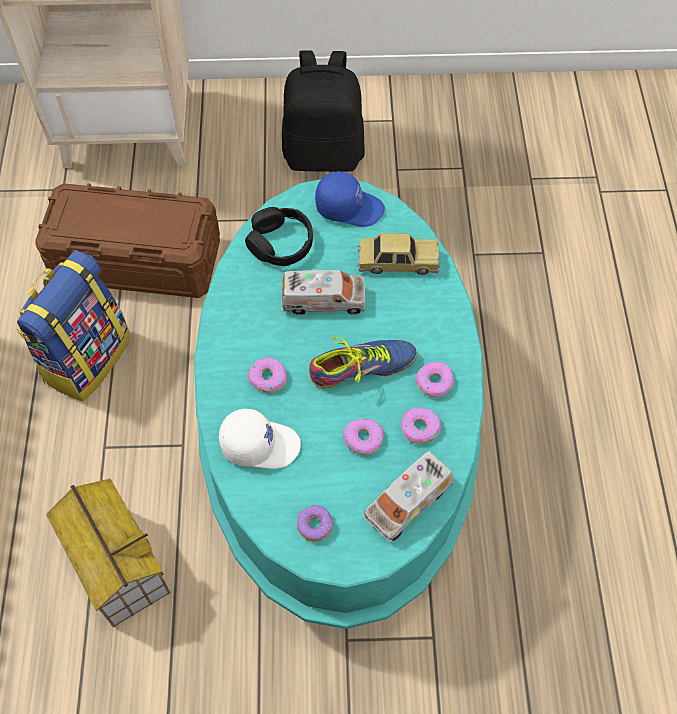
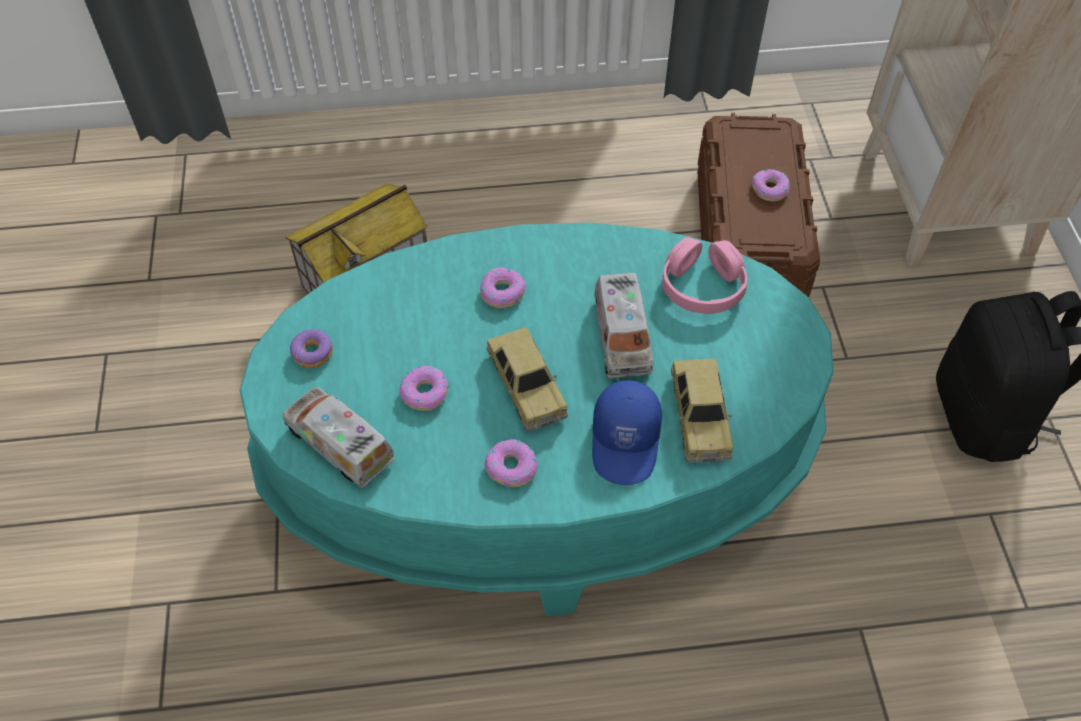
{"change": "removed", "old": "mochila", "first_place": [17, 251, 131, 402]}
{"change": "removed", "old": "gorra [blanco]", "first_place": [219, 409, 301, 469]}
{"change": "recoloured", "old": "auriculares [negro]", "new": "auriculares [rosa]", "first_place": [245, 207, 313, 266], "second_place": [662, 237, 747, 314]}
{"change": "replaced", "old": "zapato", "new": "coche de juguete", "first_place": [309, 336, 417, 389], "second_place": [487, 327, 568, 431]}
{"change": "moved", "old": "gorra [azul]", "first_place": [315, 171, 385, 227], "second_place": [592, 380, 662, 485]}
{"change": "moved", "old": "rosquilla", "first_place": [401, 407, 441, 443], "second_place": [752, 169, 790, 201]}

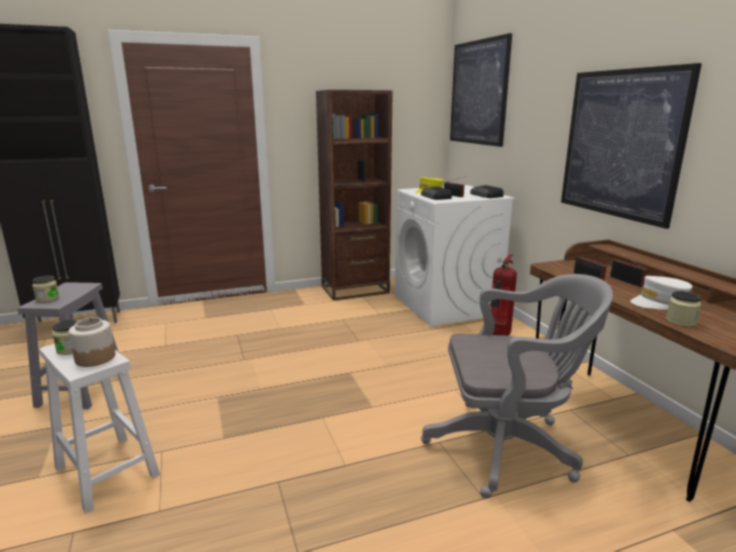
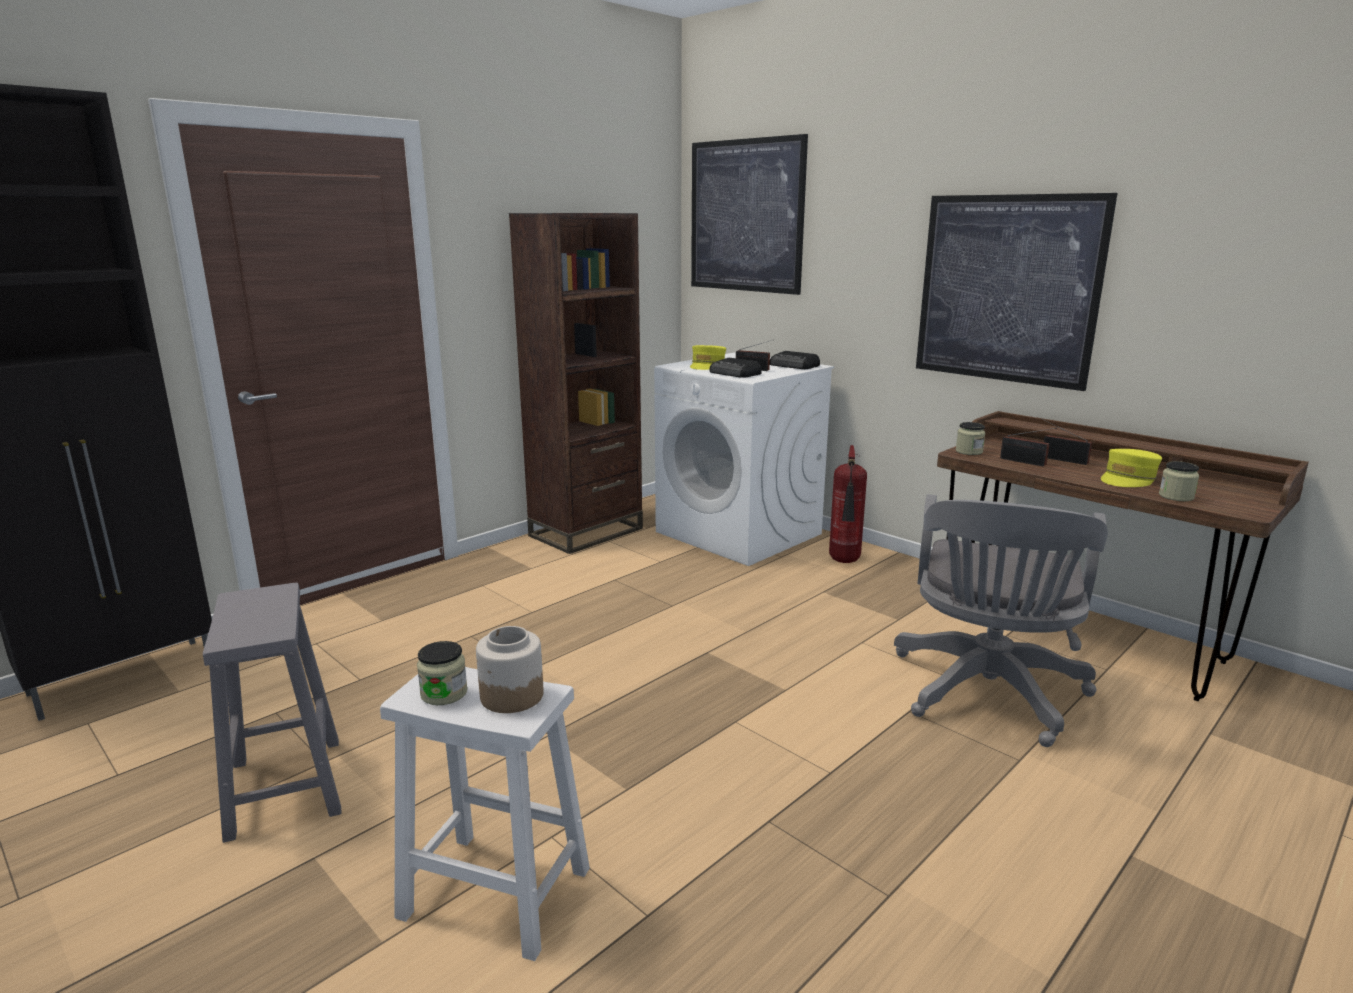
{"change": "moved", "old": "tarro", "first_place": [32, 276, 59, 302], "second_place": [956, 422, 985, 455]}
{"change": "turned", "old": "silla de oficina [gris]", "first_place": [421, 274, 613, 498], "second_place": [894, 494, 1108, 747], "degrees": 135}
{"change": "recoloured", "old": "gorra [blanco]", "new": "gorra [amarillo]", "first_place": [630, 276, 692, 310], "second_place": [1101, 449, 1162, 487]}

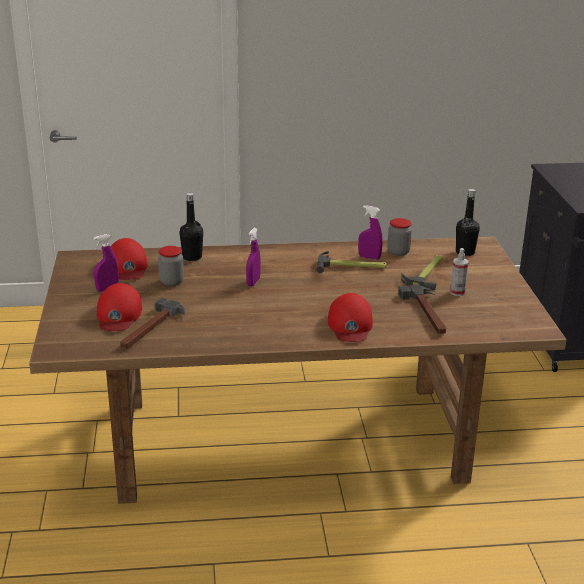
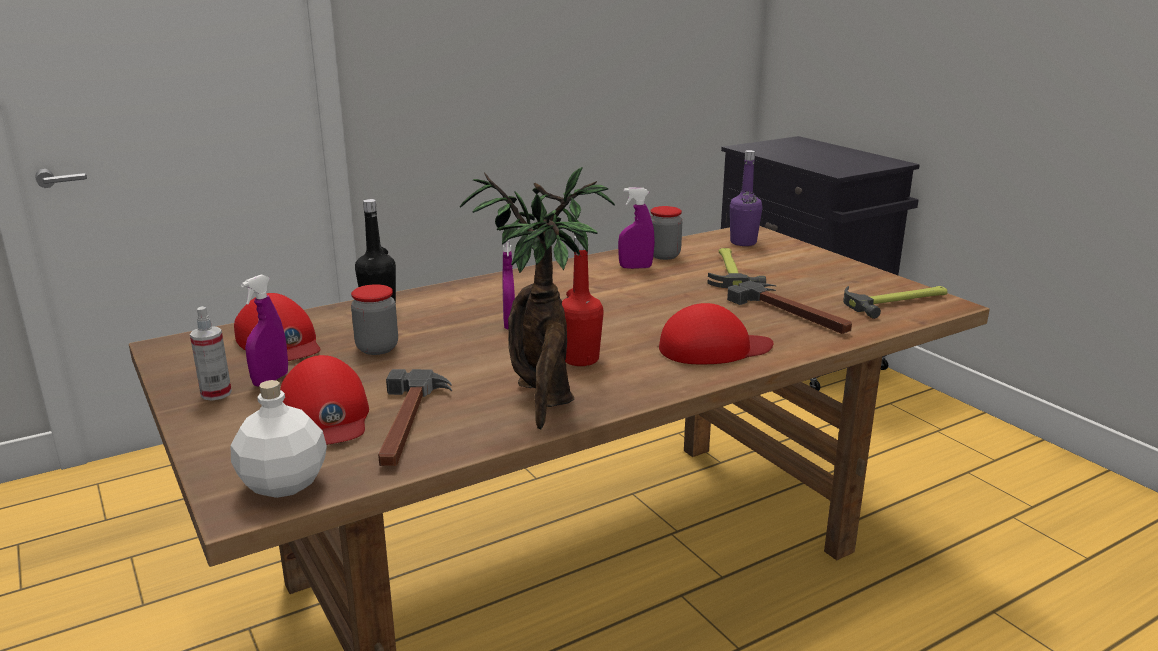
{"change": "moved", "old": "martillo", "first_place": [316, 251, 387, 273], "second_place": [843, 286, 948, 319]}
{"change": "turned", "old": "gorra [rojo]", "first_place": [328, 293, 373, 342], "second_place": [659, 303, 773, 364], "degrees": -75}
{"change": "moved", "old": "pulverizador", "first_place": [450, 248, 469, 296], "second_place": [190, 306, 232, 401]}
{"change": "recoloured", "old": "botella [negro]", "new": "botella [morado]", "first_place": [456, 189, 480, 256], "second_place": [730, 150, 762, 246]}
{"change": "added", "new": "botella [blanco]", "second_place": [230, 380, 327, 498]}
{"change": "added", "new": "planta en maceta", "second_place": [460, 167, 615, 429]}
{"change": "added", "new": "botella [rojo]", "second_place": [562, 236, 604, 366]}

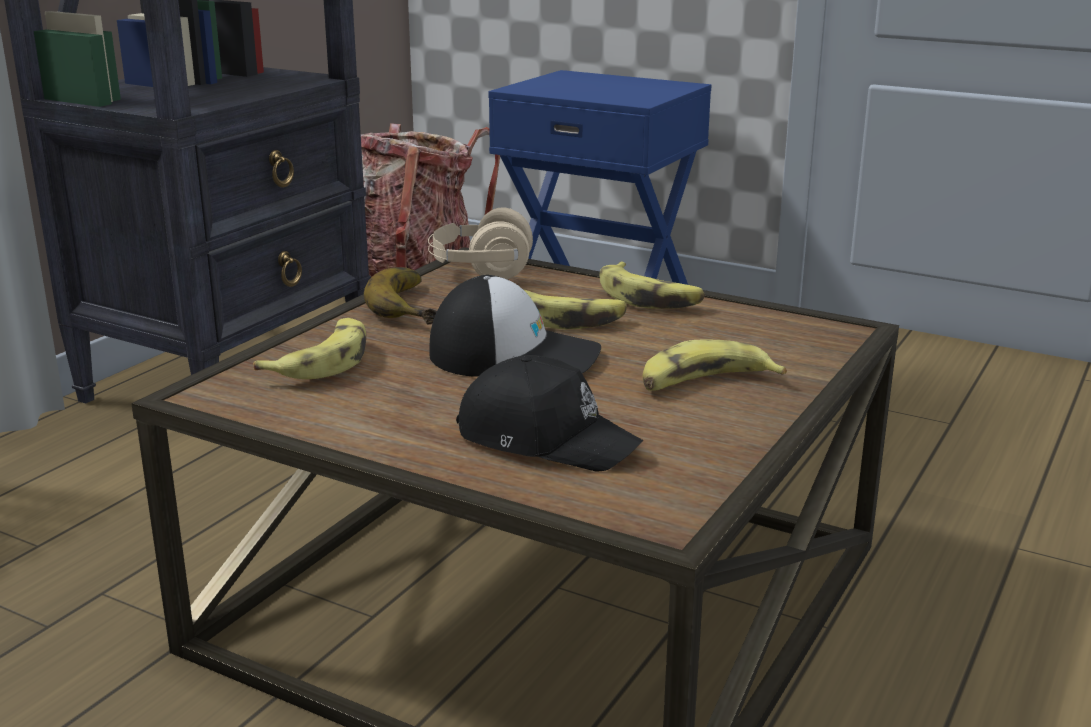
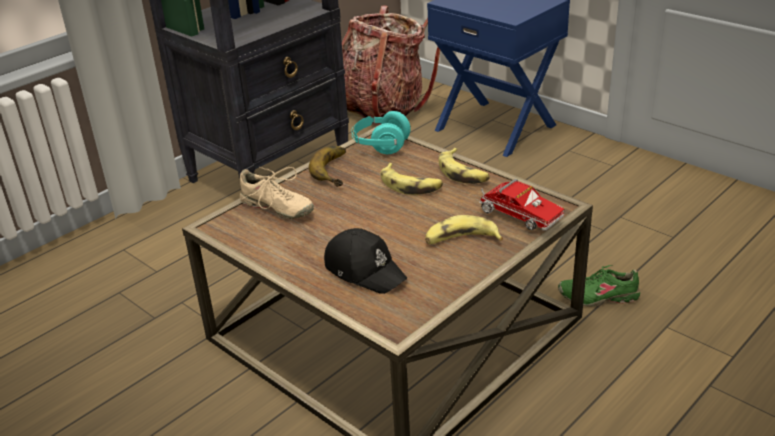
{"change": "replaced", "old": "plátano", "new": "zapato [beis]", "first_place": [253, 318, 366, 379], "second_place": [240, 167, 314, 219]}
{"change": "recoloured", "old": "auriculares [beis]", "new": "auriculares [turquesa]", "first_place": [428, 208, 533, 280], "second_place": [351, 111, 411, 154]}
{"change": "removed", "old": "gorra", "first_place": [430, 275, 601, 377]}
{"change": "added", "new": "camión de juguete", "second_place": [479, 179, 565, 231]}
{"change": "added", "new": "zapato [verde]", "second_place": [558, 265, 640, 307]}

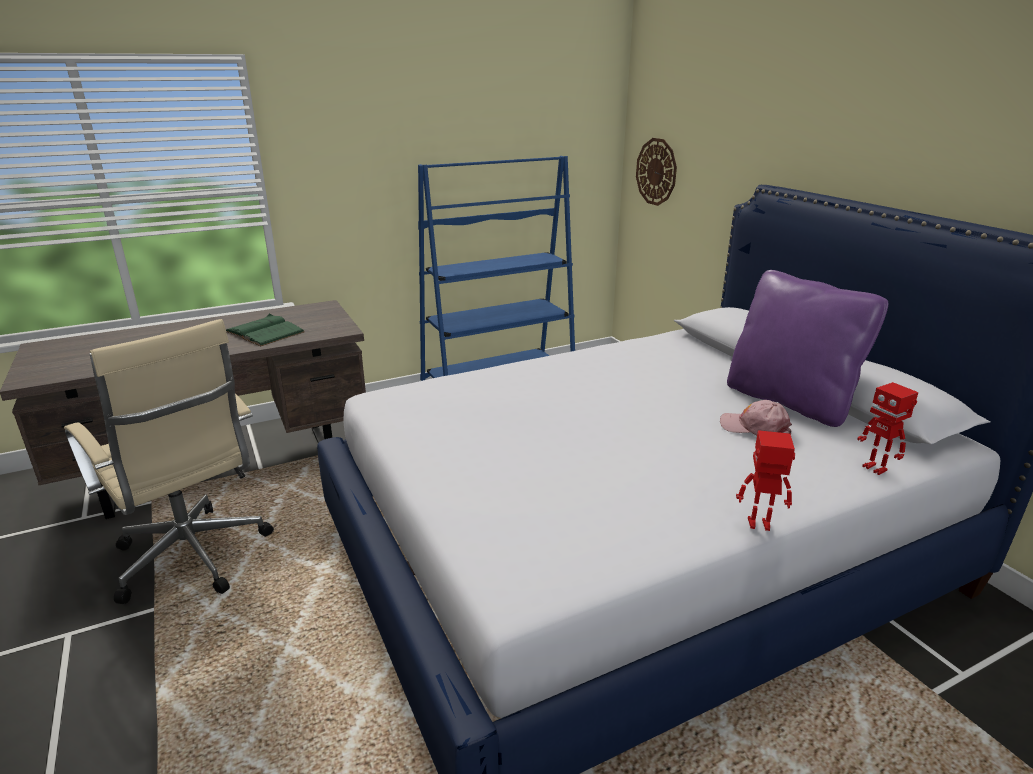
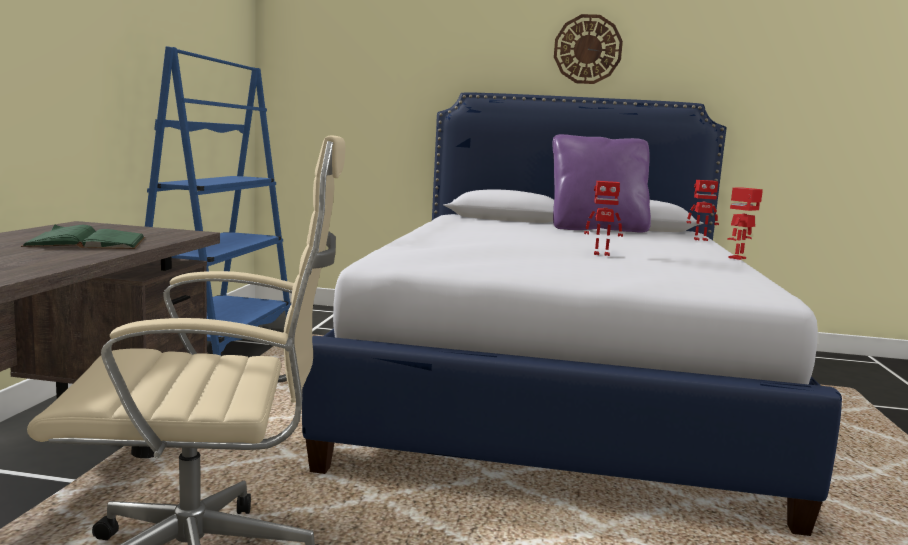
{"change": "moved", "old": "reloj de pared", "first_place": [636, 138, 677, 206], "second_place": [554, 14, 623, 84]}
{"change": "removed", "old": "gorra [rosa]", "first_place": [720, 400, 792, 436]}
{"change": "added", "new": "robot de juguete", "second_place": [584, 181, 623, 256]}

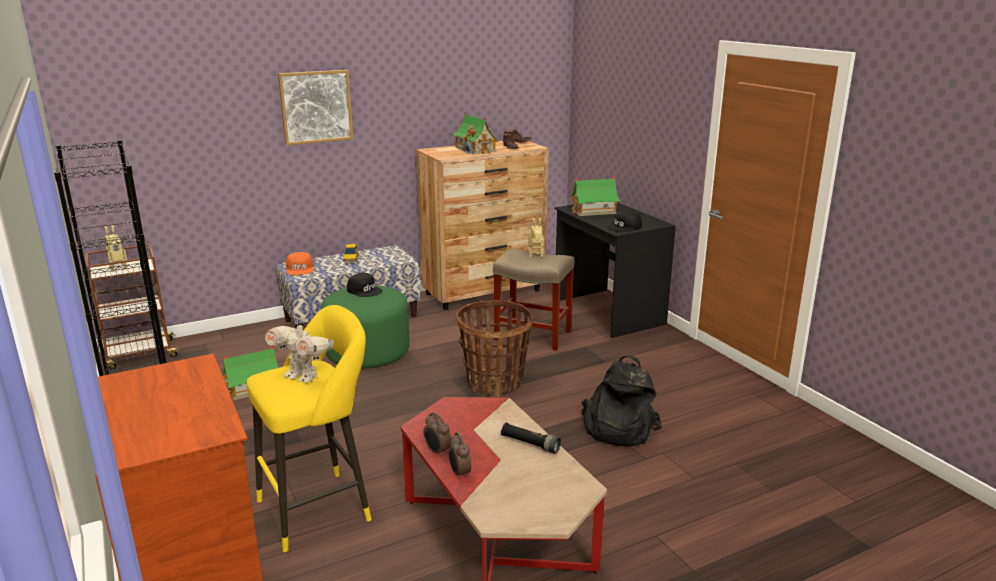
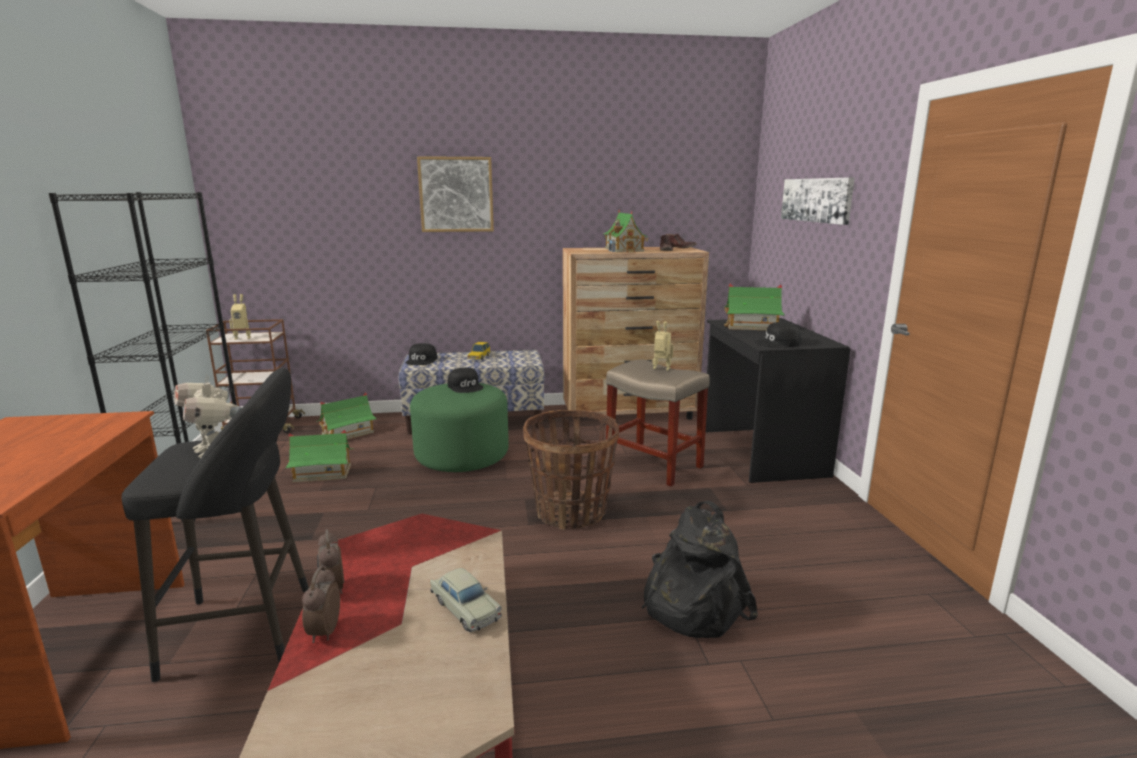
{"change": "recoloured", "old": "taburete [amarillo]", "new": "taburete [negro]", "first_place": [247, 305, 372, 552], "second_place": [122, 368, 309, 682]}
{"change": "recoloured", "old": "gorra [naranja]", "new": "gorra [negro]", "first_place": [286, 252, 314, 275], "second_place": [406, 343, 437, 365]}
{"change": "replaced", "old": "linterna [negro]", "new": "coche de juguete [beis]", "first_place": [501, 423, 561, 453], "second_place": [430, 568, 502, 632]}
{"change": "added", "new": "casita", "second_place": [316, 392, 377, 439]}
{"change": "added", "new": "cuadro", "second_place": [781, 177, 855, 225]}

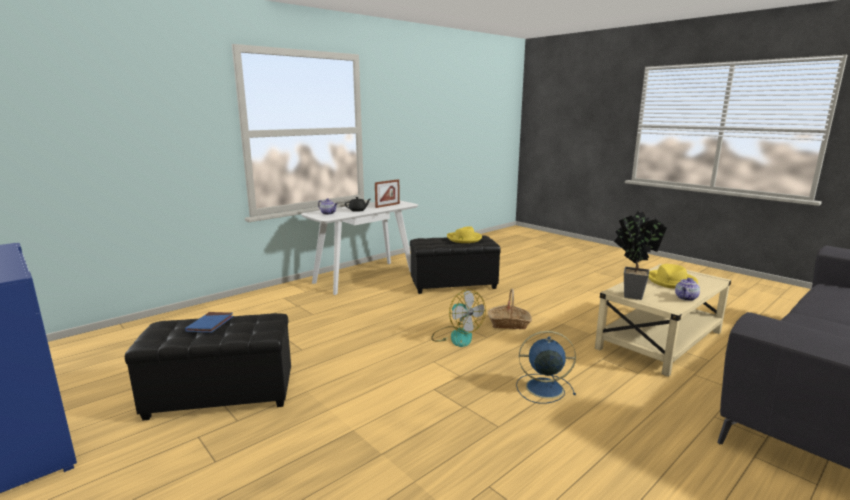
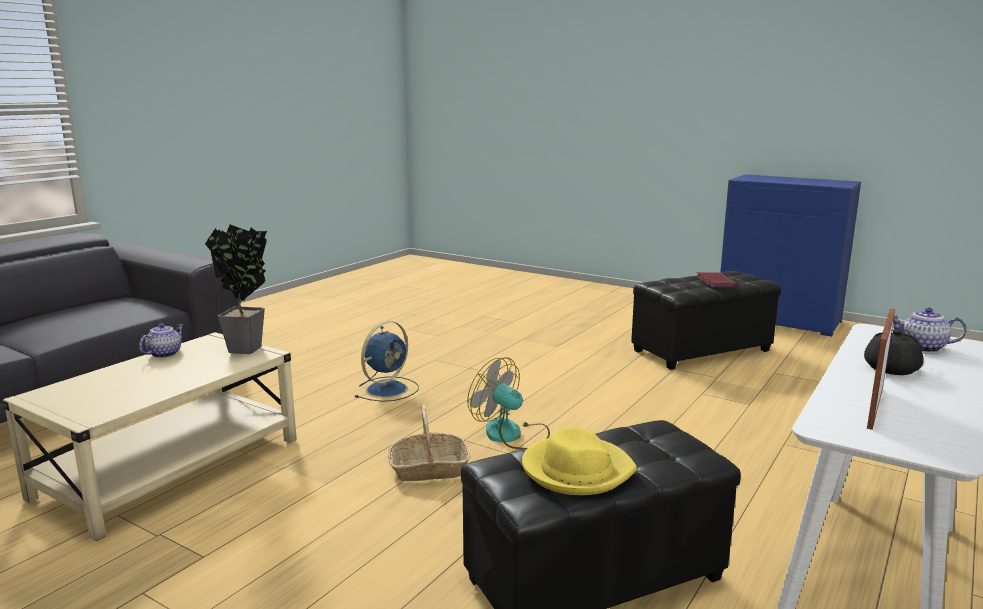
{"change": "recoloured", "old": "libro [azul]", "new": "libro [rojo]", "first_place": [185, 312, 233, 333], "second_place": [696, 272, 738, 287]}
{"change": "turned", "old": "ventilador [azul]", "first_place": [516, 331, 576, 404], "second_place": [355, 321, 419, 402], "degrees": -45}
{"change": "removed", "old": "sombrero [amarillo]", "first_place": [648, 264, 698, 288]}

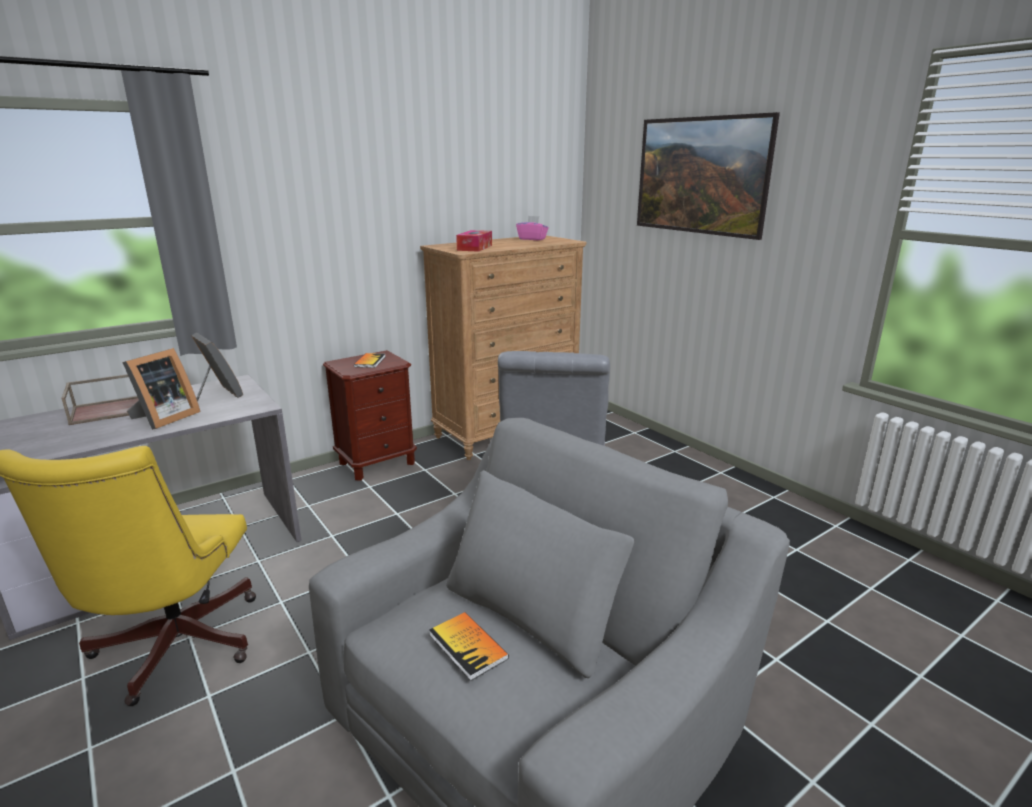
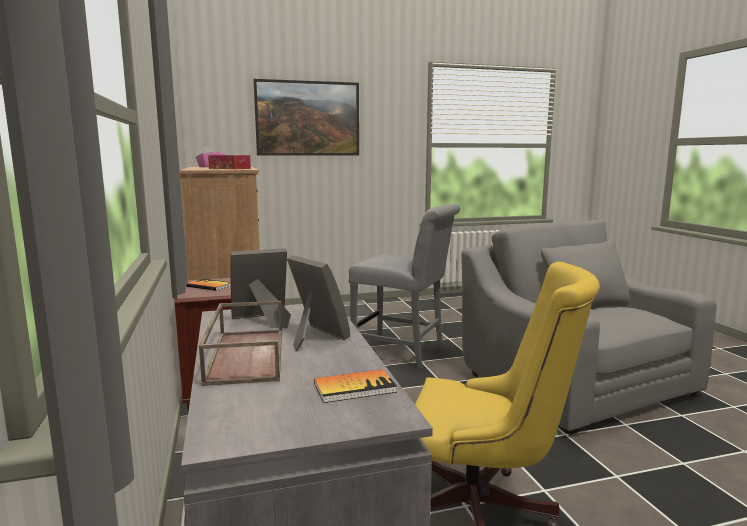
{"change": "moved", "old": "libro", "first_place": [429, 612, 509, 681], "second_place": [314, 369, 397, 403]}

